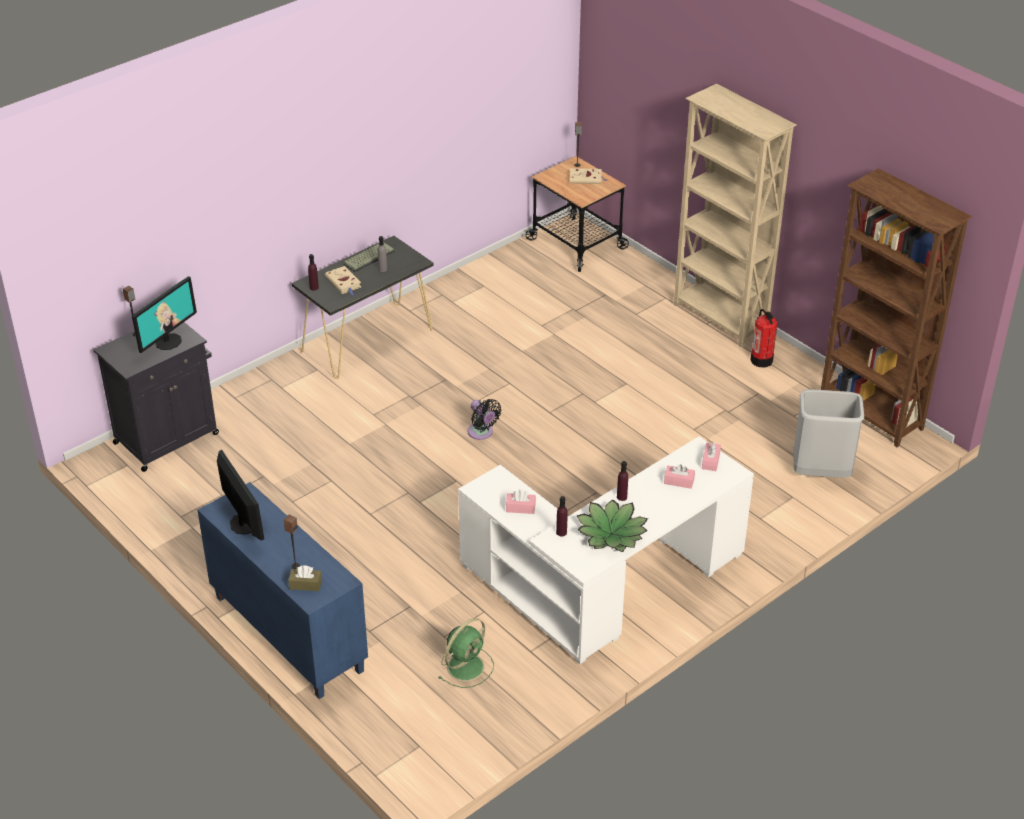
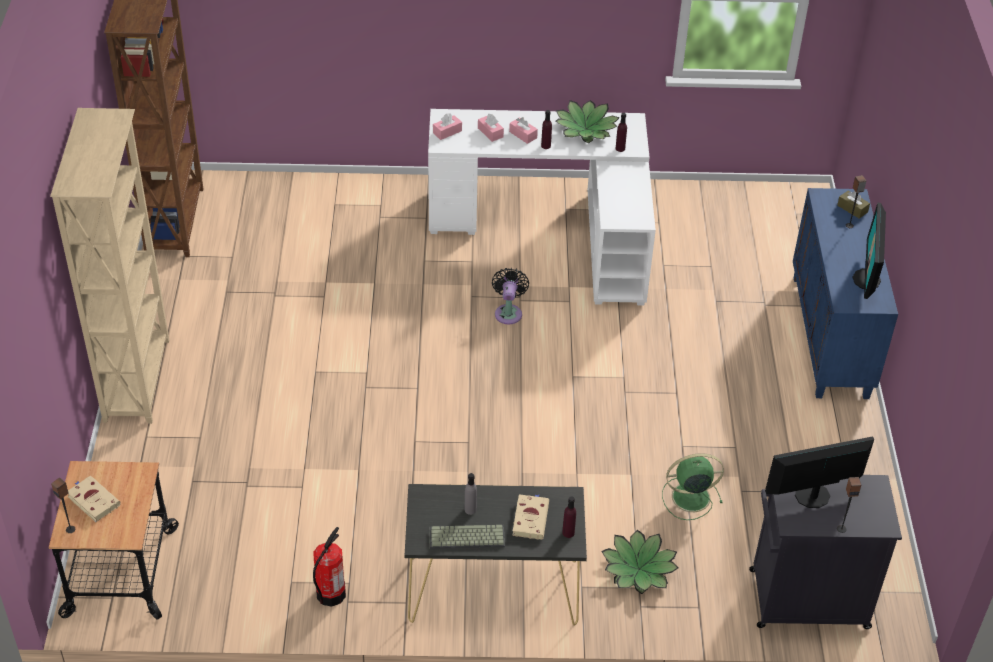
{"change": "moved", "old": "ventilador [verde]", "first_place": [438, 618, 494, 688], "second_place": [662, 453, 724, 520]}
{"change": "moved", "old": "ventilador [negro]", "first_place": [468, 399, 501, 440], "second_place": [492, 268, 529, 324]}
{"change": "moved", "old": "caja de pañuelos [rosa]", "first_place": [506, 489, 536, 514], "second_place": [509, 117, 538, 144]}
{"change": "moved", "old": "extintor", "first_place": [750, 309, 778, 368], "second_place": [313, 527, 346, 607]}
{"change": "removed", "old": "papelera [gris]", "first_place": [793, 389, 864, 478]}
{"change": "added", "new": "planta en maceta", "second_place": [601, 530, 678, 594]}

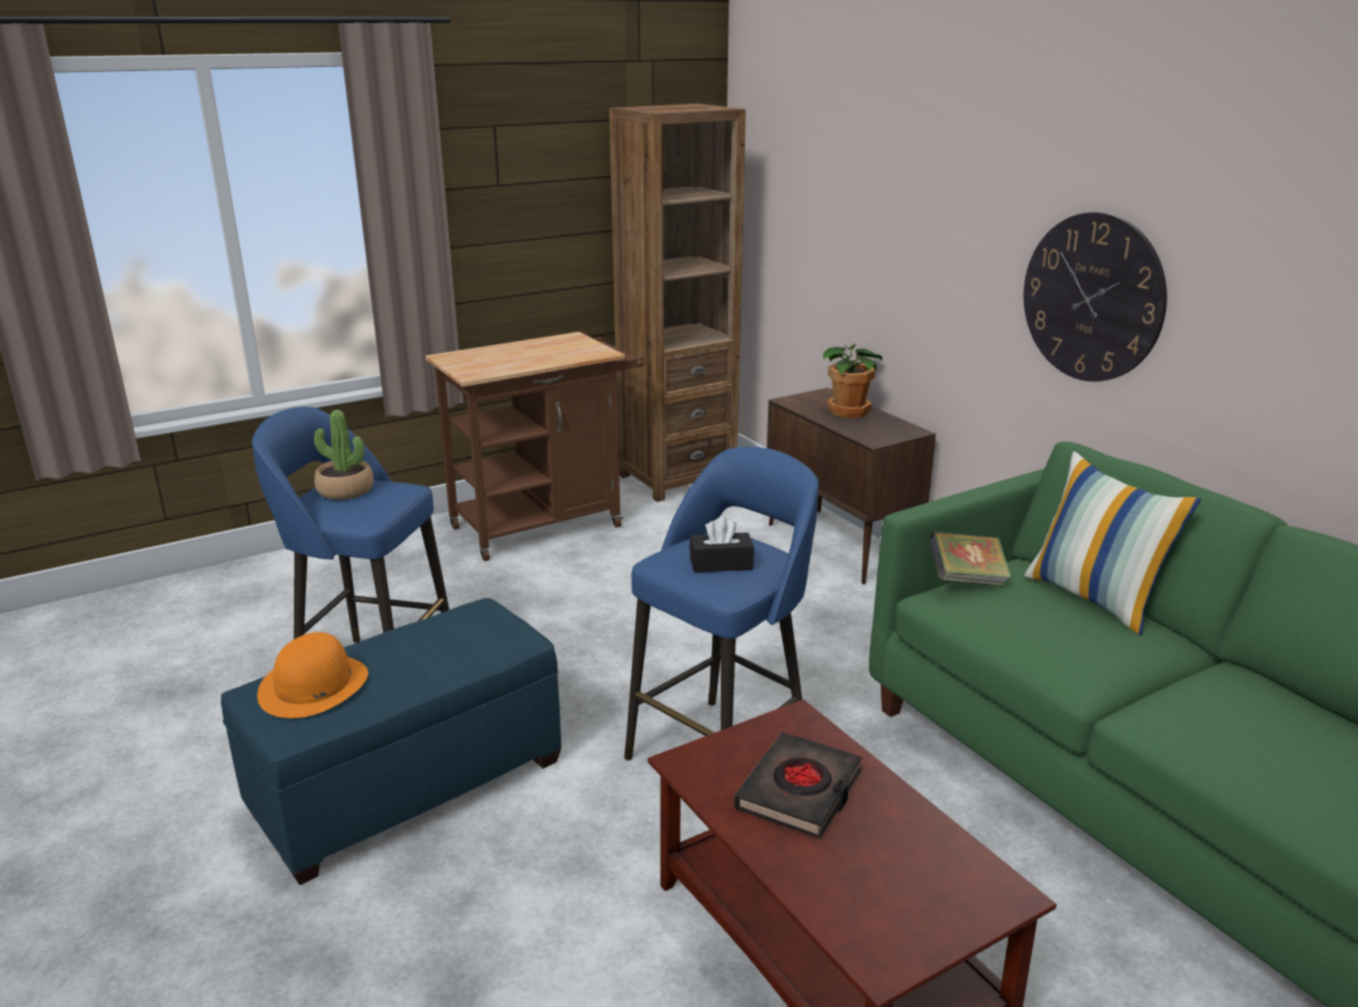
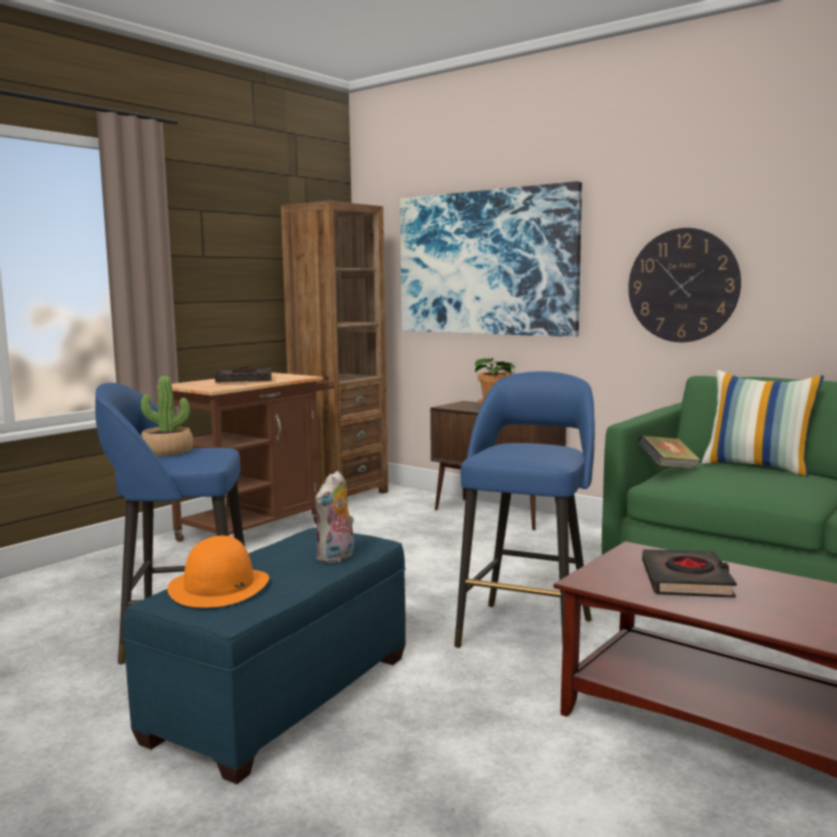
{"change": "removed", "old": "caja de pañuelos [negro]", "first_place": [689, 516, 754, 573]}
{"change": "added", "new": "libro [negro]", "second_place": [215, 367, 272, 383]}
{"change": "added", "new": "peluche", "second_place": [315, 471, 354, 564]}
{"change": "added", "new": "cuadro", "second_place": [400, 181, 582, 337]}

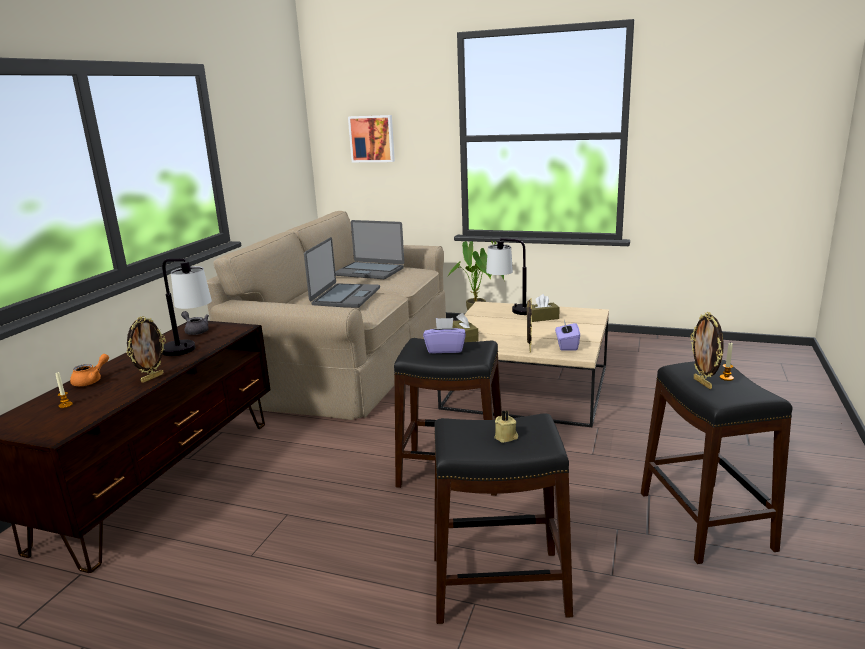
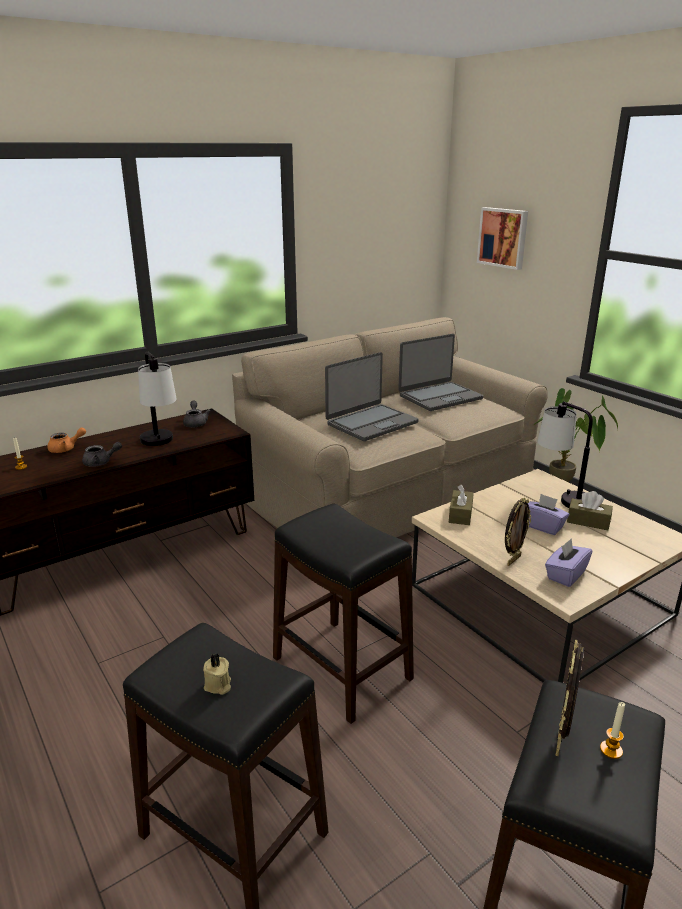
{"change": "replaced", "old": "portarretratos", "new": "tetera [gris]", "first_place": [126, 316, 166, 383], "second_place": [82, 442, 122, 467]}
{"change": "turned", "old": "portátil", "first_place": [335, 220, 404, 279], "second_place": [398, 334, 483, 411], "degrees": -90}
{"change": "moved", "old": "caja de pañuelos [morado]", "first_place": [423, 318, 466, 353], "second_place": [528, 494, 569, 535]}

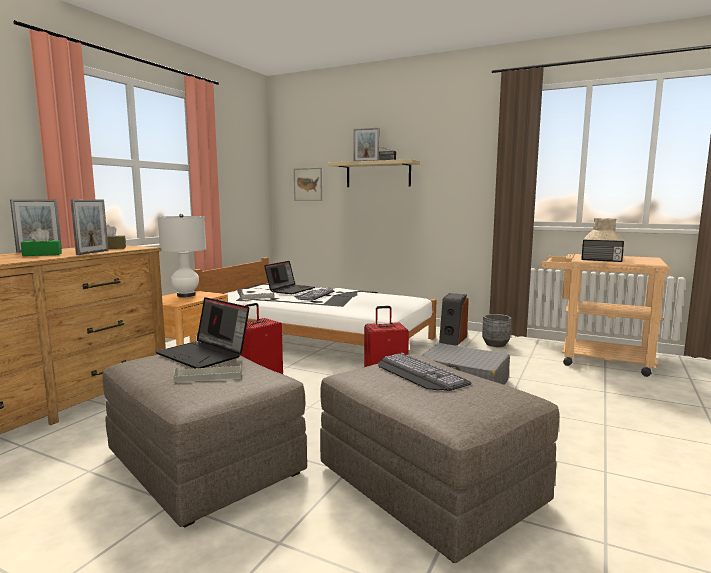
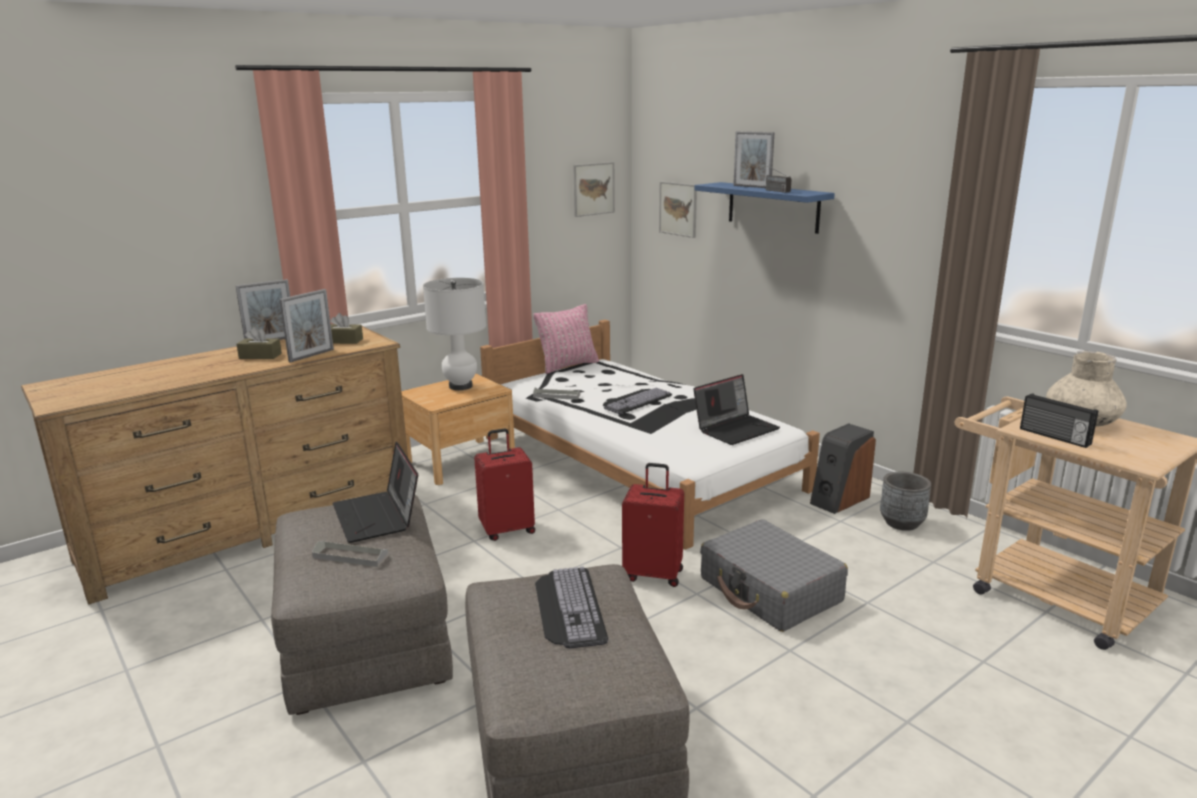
{"change": "recoloured", "old": "caja de pañuelos [verde]", "new": "caja de pañuelos [marrón]", "first_place": [21, 228, 62, 256], "second_place": [237, 327, 282, 359]}
{"change": "moved", "old": "portátil", "first_place": [264, 261, 315, 294], "second_place": [693, 374, 780, 445]}
{"change": "recoloured", "old": "estante [beis]", "new": "estante [azul]", "first_place": [328, 159, 420, 187], "second_place": [694, 182, 835, 234]}
{"change": "added", "new": "cojín [rosa]", "second_place": [533, 304, 599, 374]}
{"change": "added", "new": "cuadro", "second_place": [573, 162, 615, 217]}

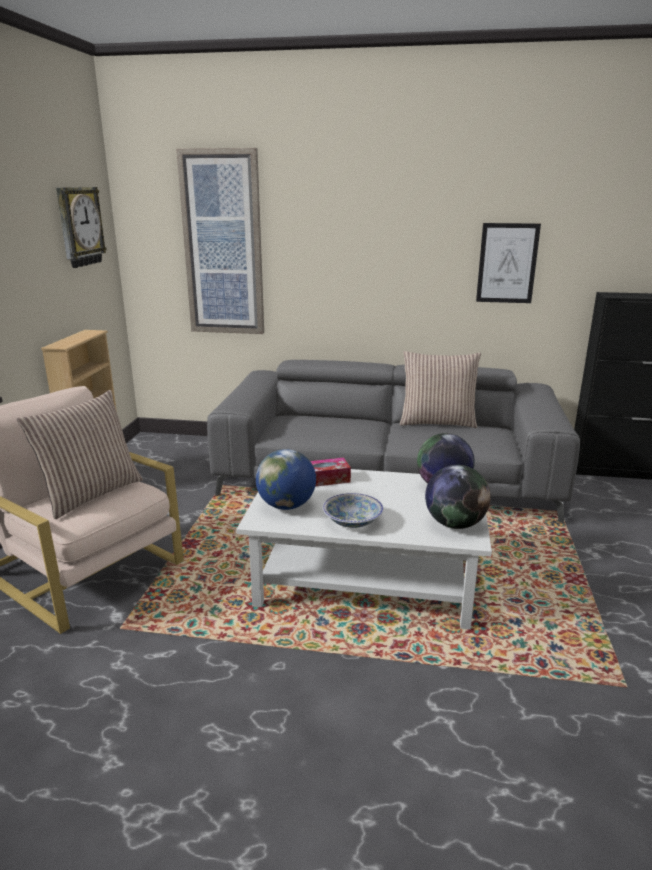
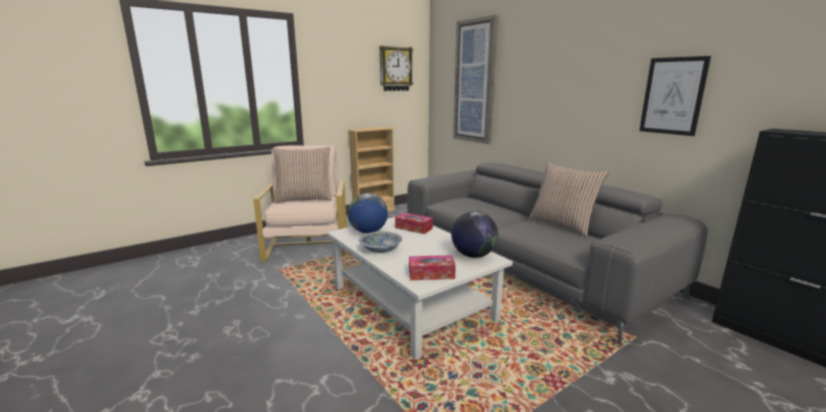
{"change": "replaced", "old": "globo terráqueo", "new": "caja de pañuelos", "first_place": [425, 465, 491, 529], "second_place": [409, 255, 456, 280]}

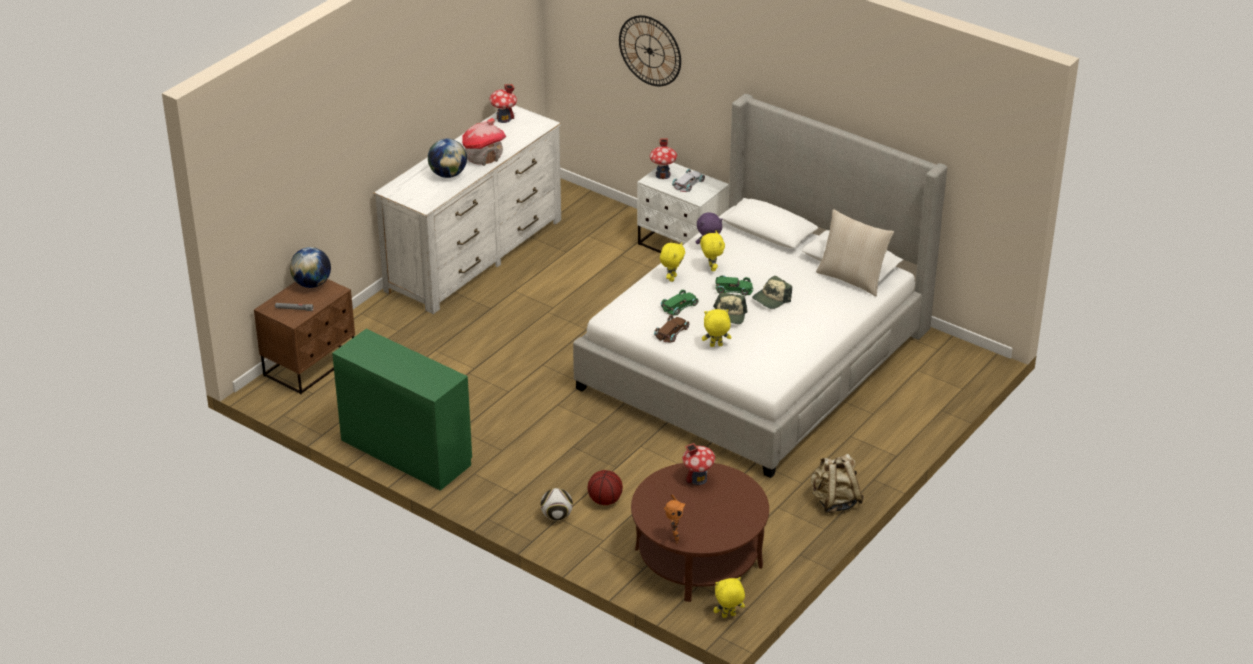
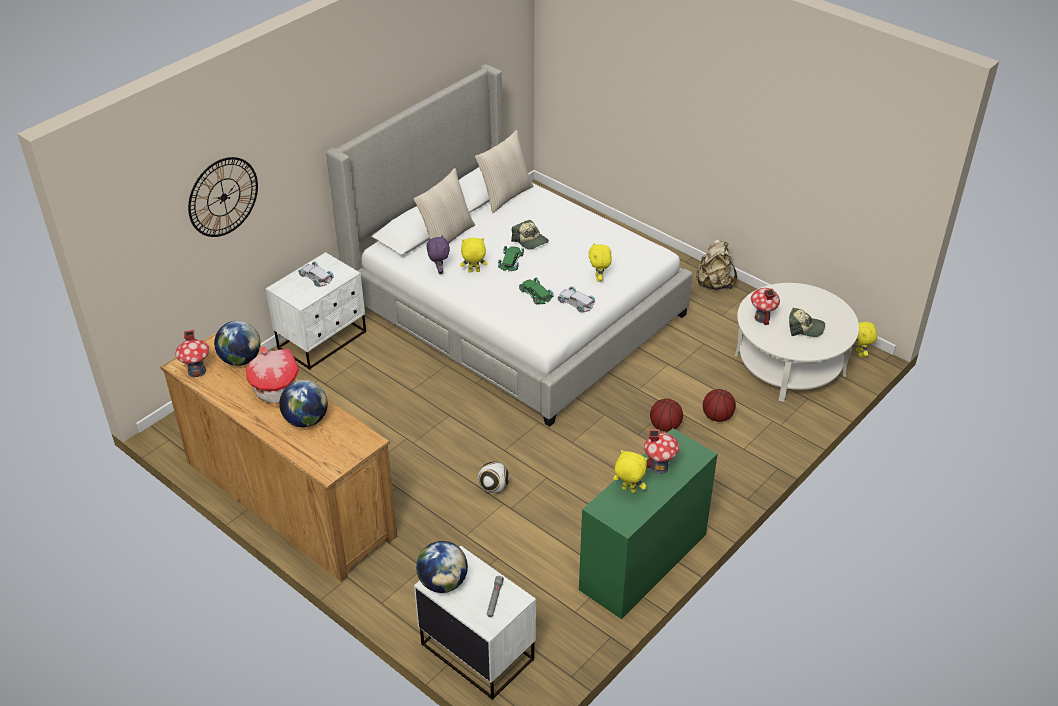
{"change": "recoloured", "old": "mesita de noche [marrón]", "new": "mesita de noche [blanco]", "first_place": [254, 279, 355, 395], "second_place": [414, 546, 536, 700]}
{"change": "recoloured", "old": "cómoda [blanco]", "new": "cómoda [marrón]", "first_place": [373, 105, 561, 314], "second_place": [160, 332, 398, 582]}
{"change": "moved", "old": "balón de fútbol", "first_place": [541, 488, 573, 521], "second_place": [478, 462, 509, 493]}
{"change": "recoloured", "old": "mesa de centro [marrón]", "new": "mesa de centro [blanco]", "first_place": [631, 463, 769, 602], "second_place": [734, 283, 859, 402]}
{"change": "moved", "old": "casita", "first_place": [650, 138, 677, 179], "second_place": [644, 429, 680, 474]}
{"change": "recoloured", "old": "coche de juguete [marrón]", "new": "coche de juguete [blanco]", "first_place": [654, 315, 689, 343], "second_place": [558, 286, 595, 313]}
{"change": "moved", "old": "peluche [amarillo]", "first_place": [660, 242, 685, 282], "second_place": [613, 450, 647, 493]}
{"change": "removed", "old": "robot de juguete", "first_place": [664, 494, 686, 544]}
{"change": "moved", "old": "gorra", "first_place": [713, 293, 748, 324], "second_place": [789, 308, 825, 337]}
{"change": "added", "new": "globo terráqueo", "second_place": [214, 321, 261, 366]}
{"change": "added", "new": "cojín [beis]", "second_place": [414, 168, 475, 243]}
{"change": "added", "new": "balón de baloncesto", "second_place": [650, 398, 683, 432]}

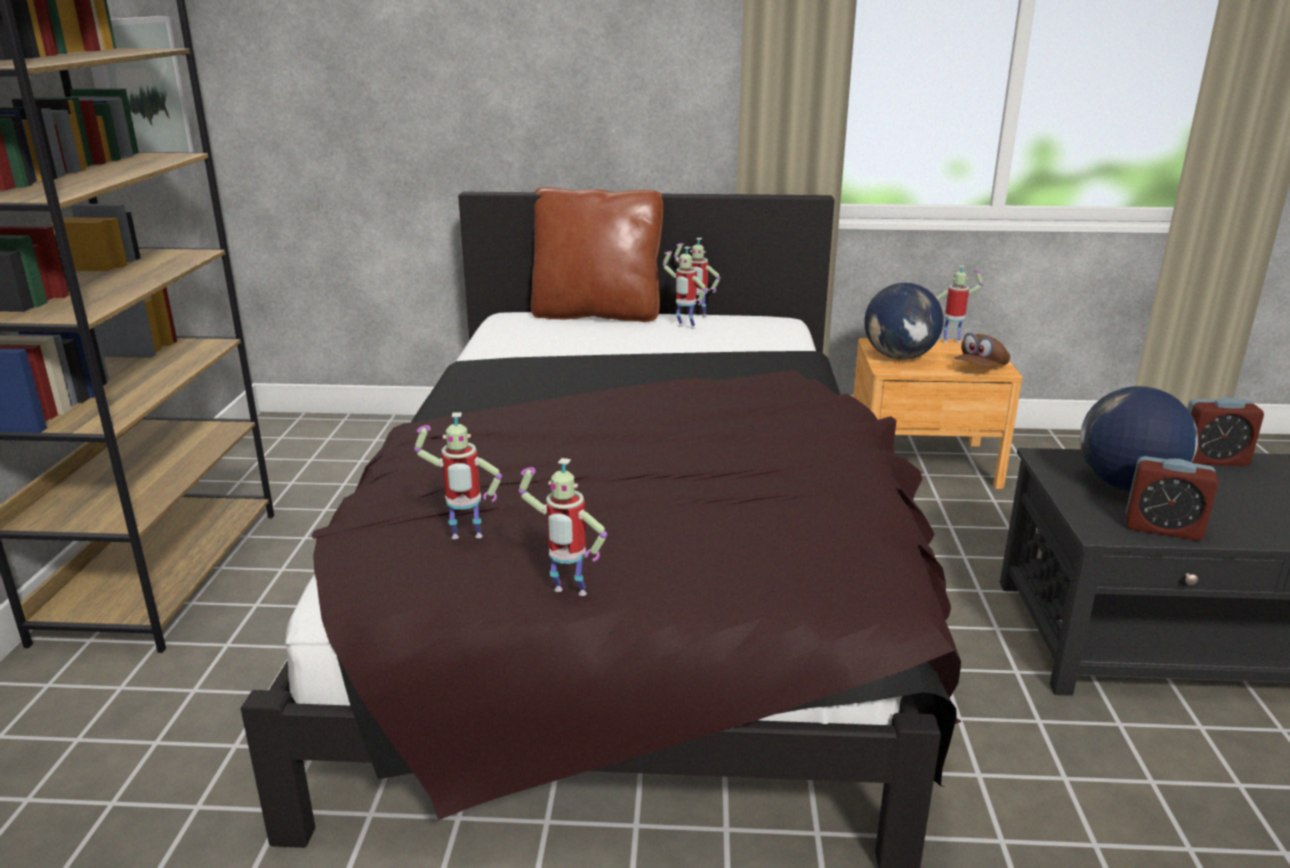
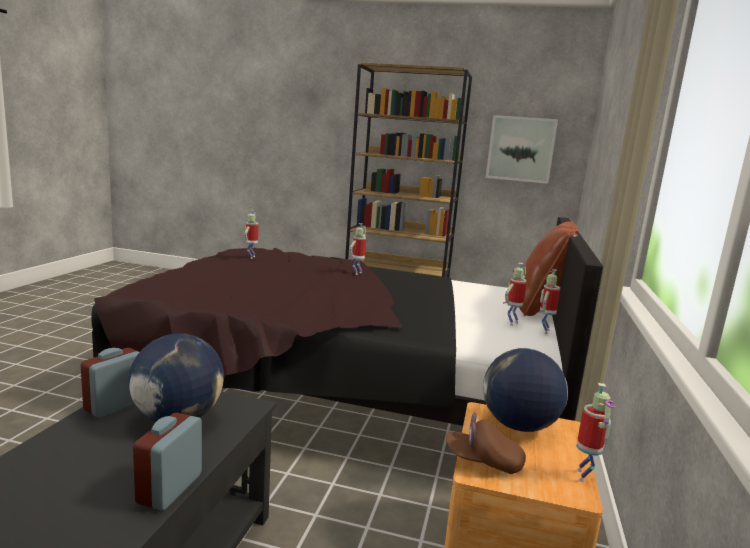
{"change": "moved", "old": "robot de juguete", "first_place": [518, 458, 607, 596], "second_place": [348, 223, 366, 275]}
{"change": "turned", "old": "gorra [marrón]", "first_place": [954, 332, 1010, 367], "second_place": [446, 412, 526, 474], "degrees": -45}

